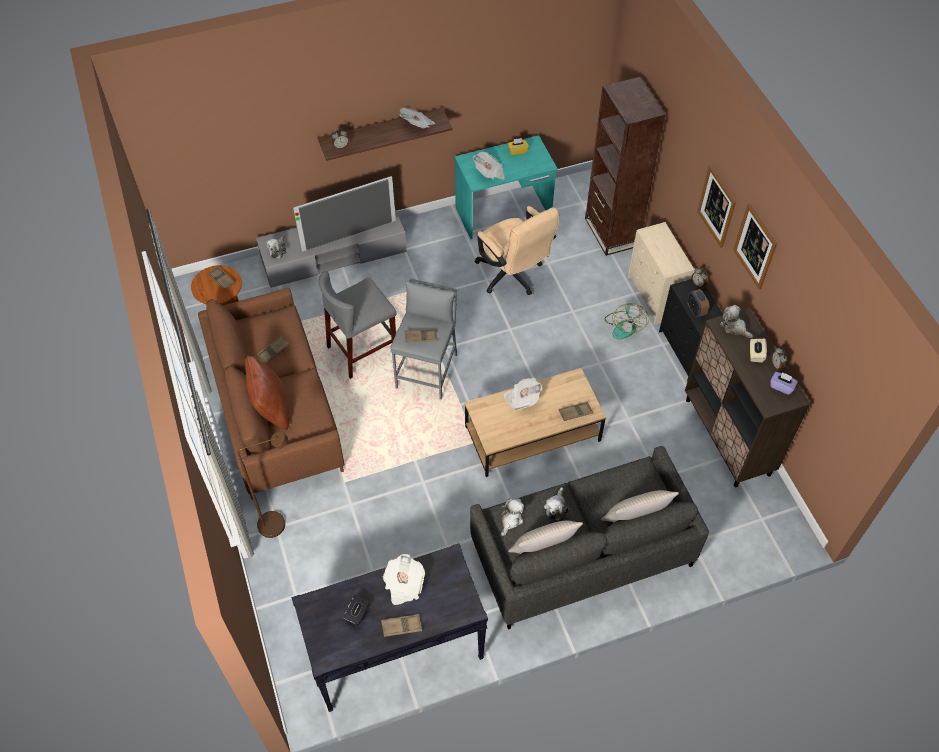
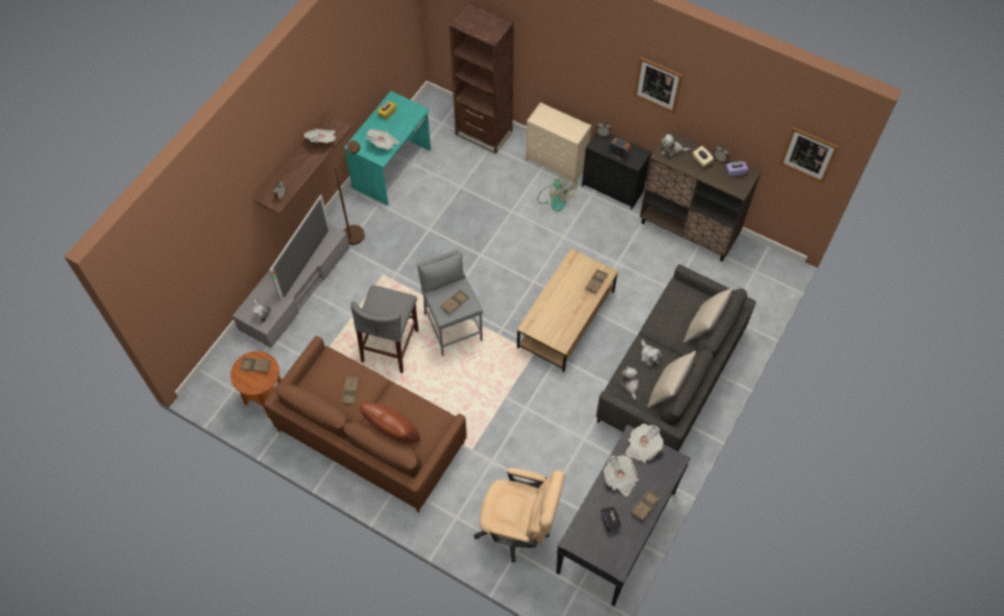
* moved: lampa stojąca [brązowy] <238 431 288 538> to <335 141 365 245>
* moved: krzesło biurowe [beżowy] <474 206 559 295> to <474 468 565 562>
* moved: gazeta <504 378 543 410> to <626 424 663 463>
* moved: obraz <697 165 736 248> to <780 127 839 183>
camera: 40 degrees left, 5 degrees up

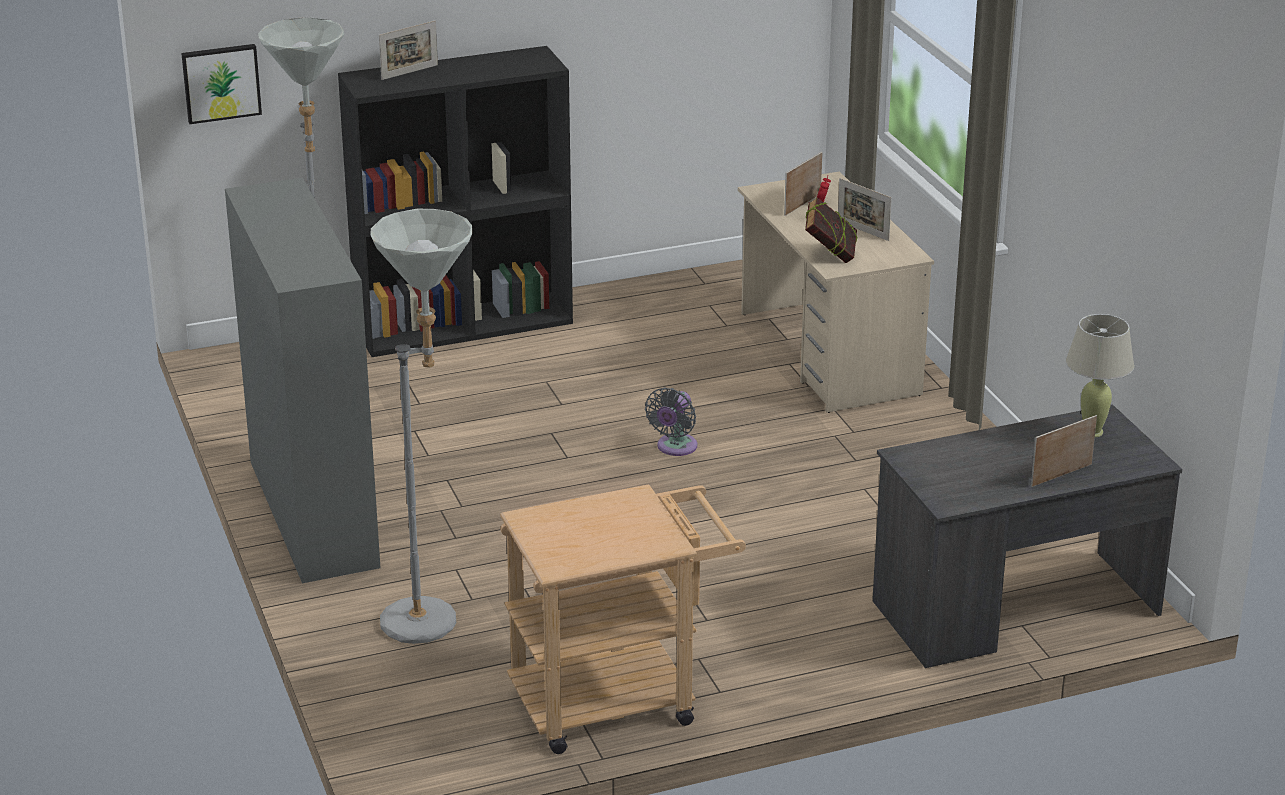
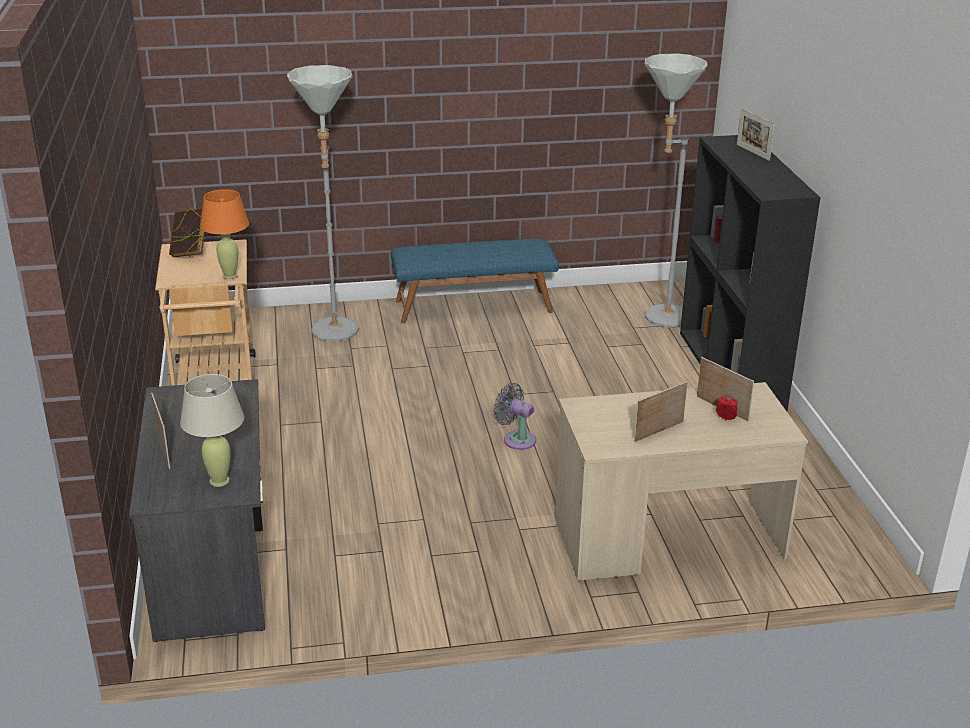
* removed: obraz <181 44 262 124>
* added: lampa stołowa [pomarańczowy] <200 189 249 279>
* moved: książka <805 197 858 263> to <169 208 205 257>
* replaced: regał [szary] <225 178 380 583> to ławka [niebieski] <391 239 559 324>
camera: 100 degrees right, 0 degrees up

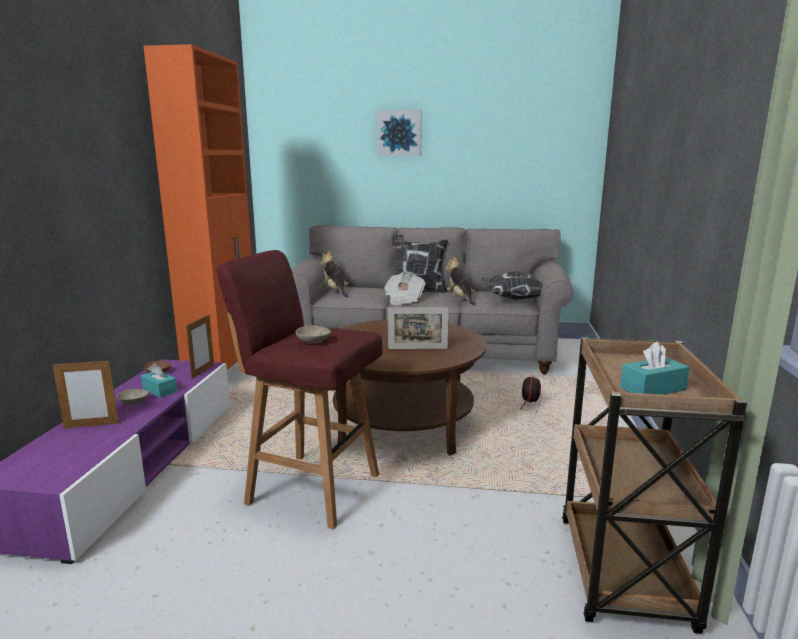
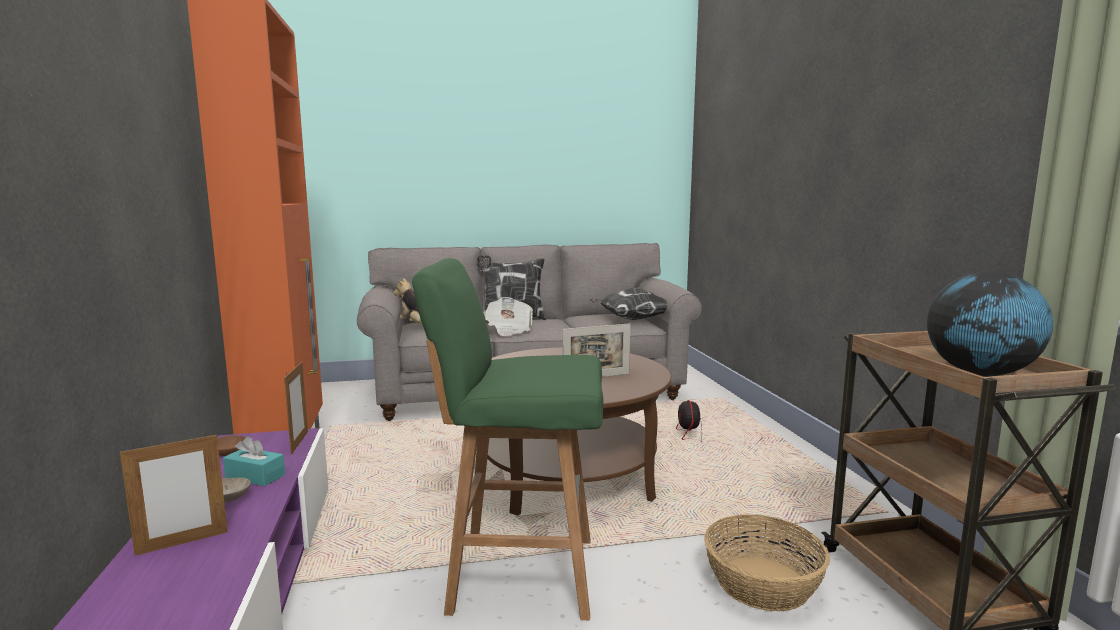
* removed: miska [beżowy] <295 326 331 343>
* removed: obraz <378 110 422 156>
* removed: pluszak <445 257 476 306>
* added: koszyk <704 515 830 611>
* replaced: pudełko chusteczek [turkusowy] <620 342 690 395> to globus <927 271 1053 377>
* recoloured: stołek [czerwony] <216 250 383 529> to stołek [zielony] <412 258 603 620>
camera: 20 degrees left, 5 degrees down

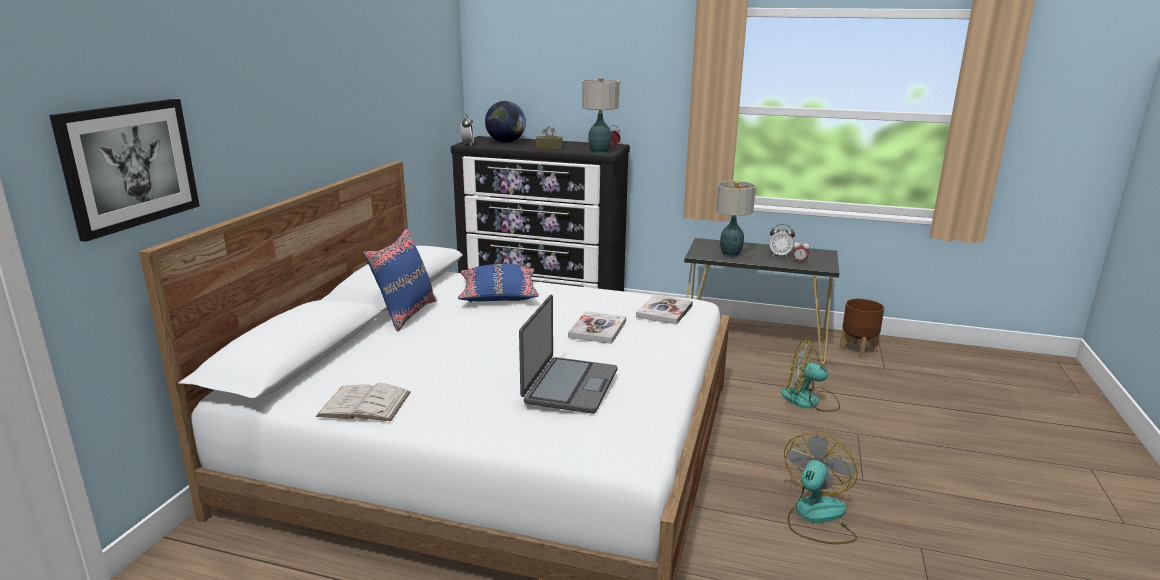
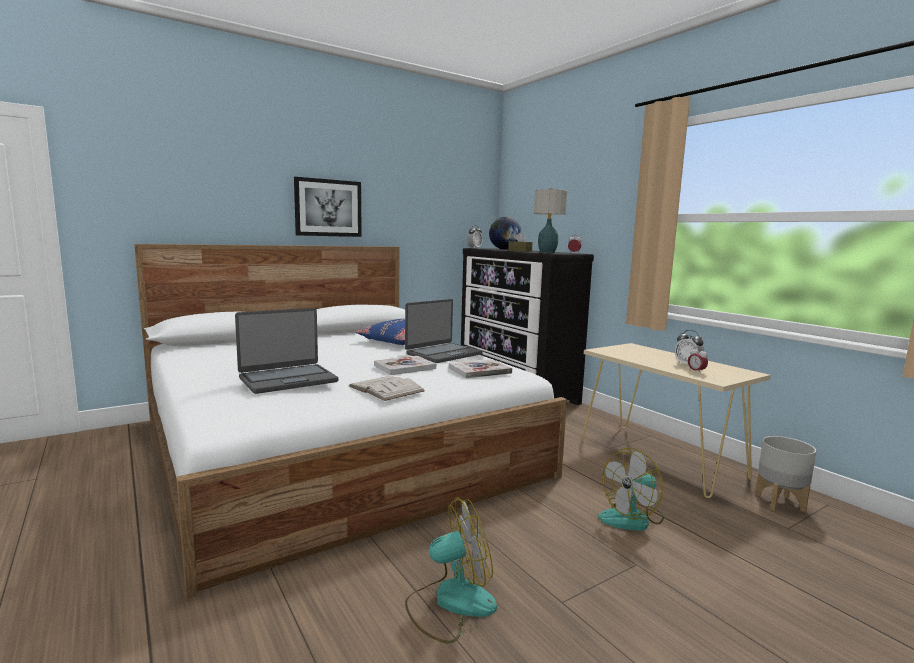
* removed: poduszka [niebieski] <363 228 437 332>
* removed: lampa stołowa <716 181 756 257>
* added: laptop <405 299 483 363>
* moved: obraz <49 99 199 242> to <294 177 362 237>
* moved: książka [biały] <316 383 411 421> to <349 376 425 401>
* recoloured: stolik konsolowy [czarny] <684 238 840 365> to stolik konsolowy [beżowy] <581 343 771 498>
* recoloured: donica [brązowy] <839 298 884 358> to donica [szary] <755 436 816 512>
* turned: wentylator <781 340 840 412> = <598 448 664 531> 90 degrees counterclockwise
camera: 40 degrees right, 10 degrees down

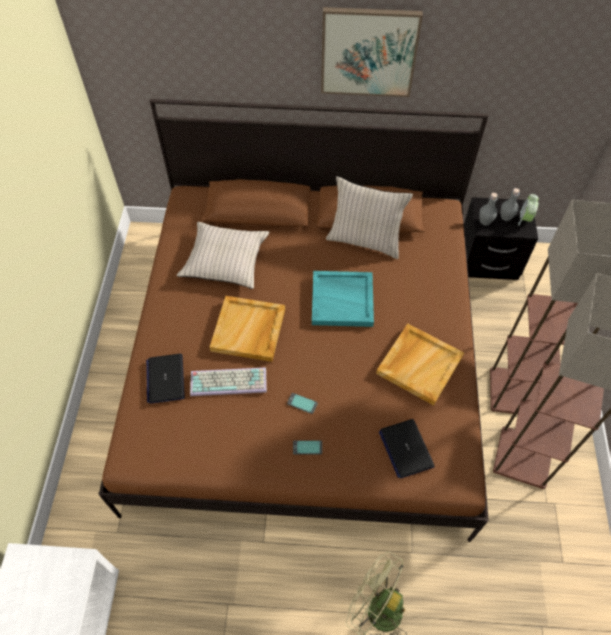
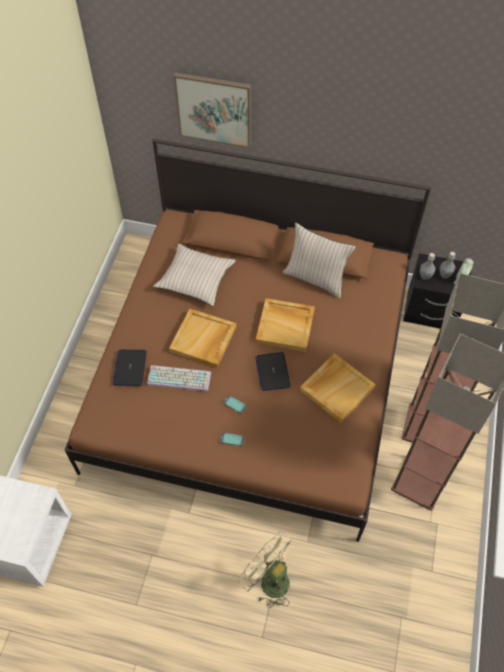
* moved: obraz <321 7 423 97> to <174 72 251 148>
* moved: laptop <379 419 435 478> to <255 352 291 391>
* recoloured: taca [turkusowy] <312 271 374 327> to taca [beżowy] <256 298 315 352>
camera: 10 degrees right, 0 degrees up

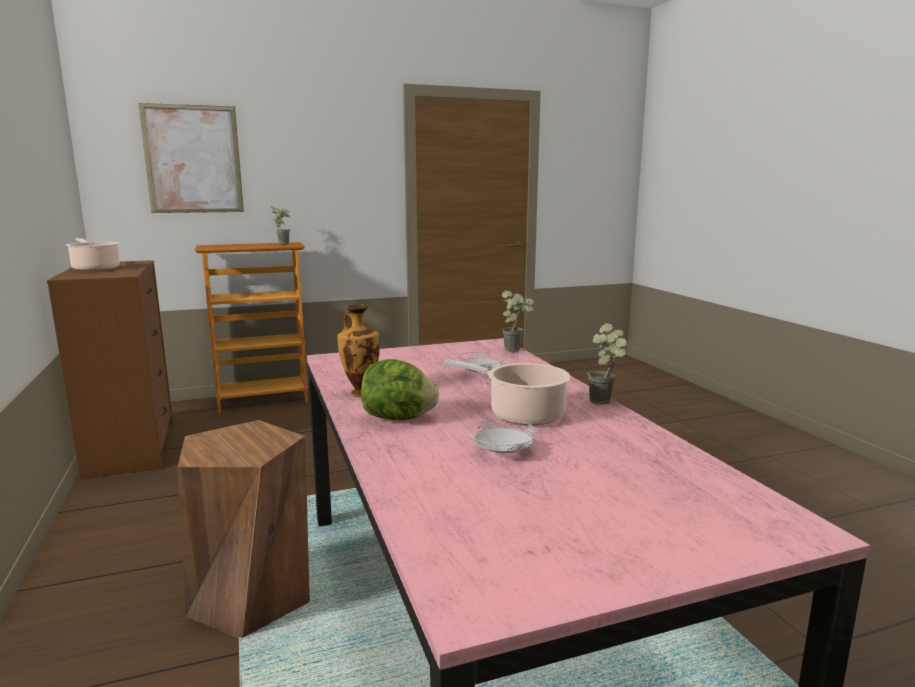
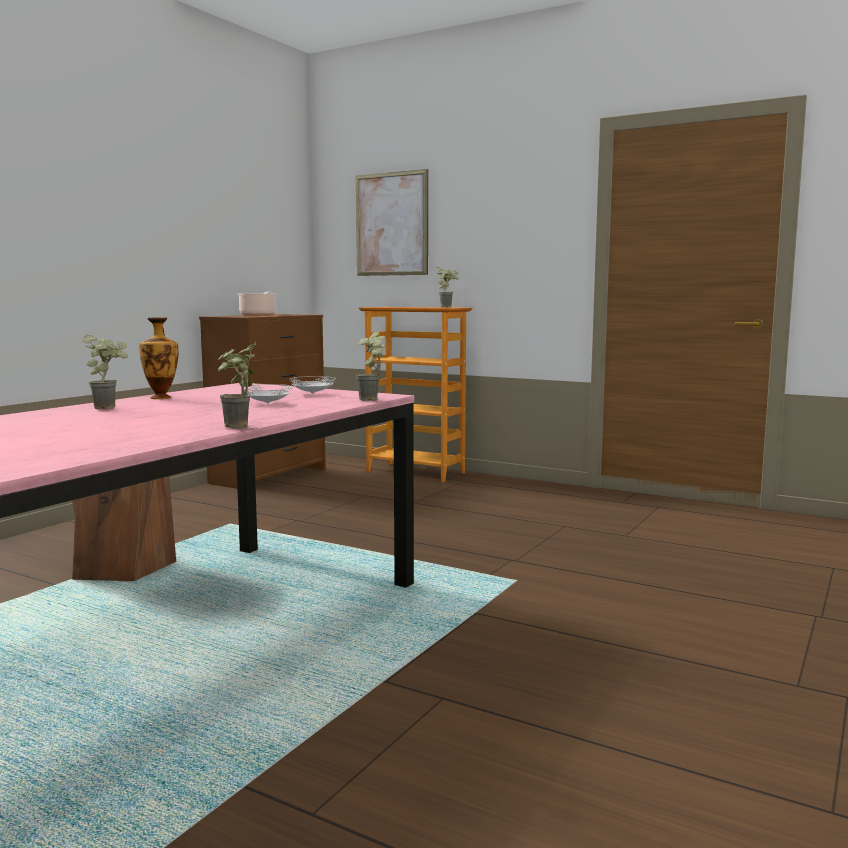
* removed: garnek <444 359 571 426>
* moved: talerz [biały] <469 419 538 453> to <289 376 336 394>
* replaced: sałata <361 359 439 420> to roślina doniczkowa <83 335 128 410>
camera: 50 degrees right, 5 degrees down

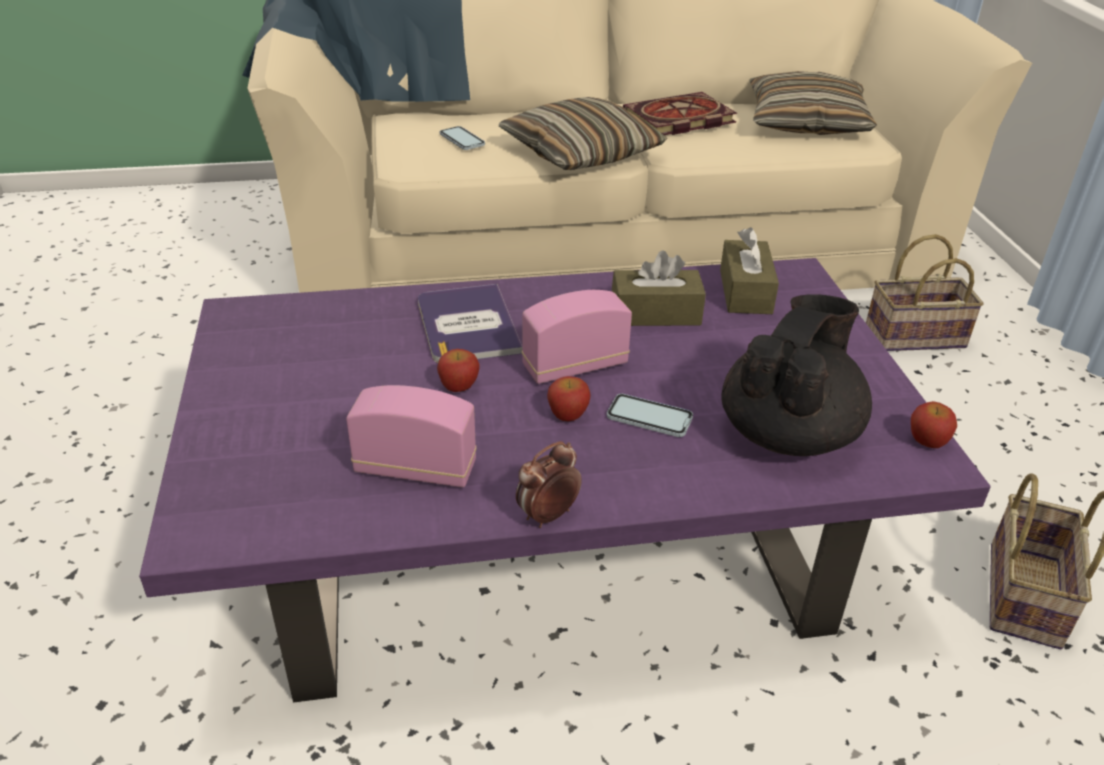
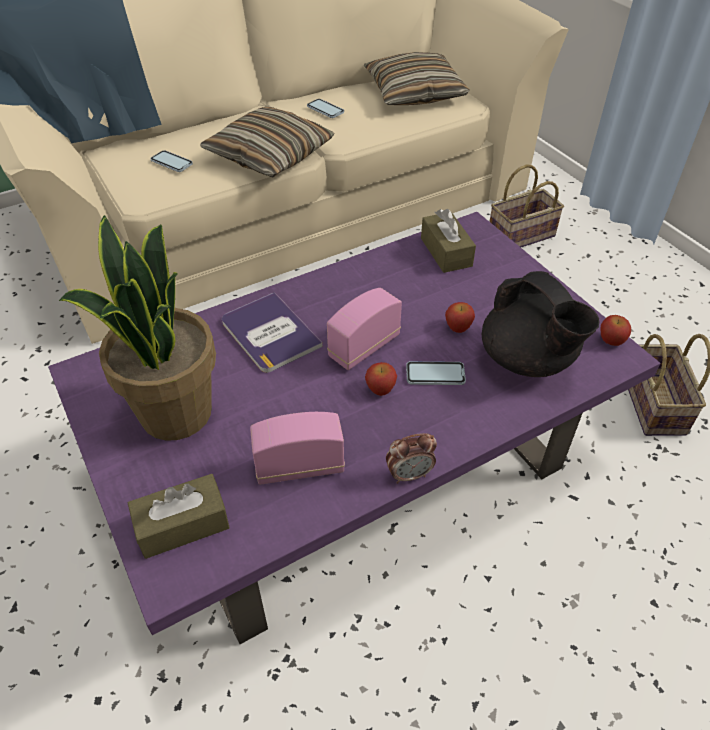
* added: roślina doniczkowa <59 215 216 441>
* moved: jabłko <437 349 480 392> to <445 302 475 333>
* moved: pudełko chusteczek [brązowy] <612 250 706 326> to <128 474 230 559>
* replaced: książka <623 92 737 135> to telefon <307 99 344 118>
* turned: budzik <516 441 582 528> = <386 433 437 484> 135 degrees counterclockwise
* turned: imbryk [czarny] <721 294 872 456> = <482 271 600 377> 135 degrees clockwise
camera: 20 degrees left, 10 degrees up

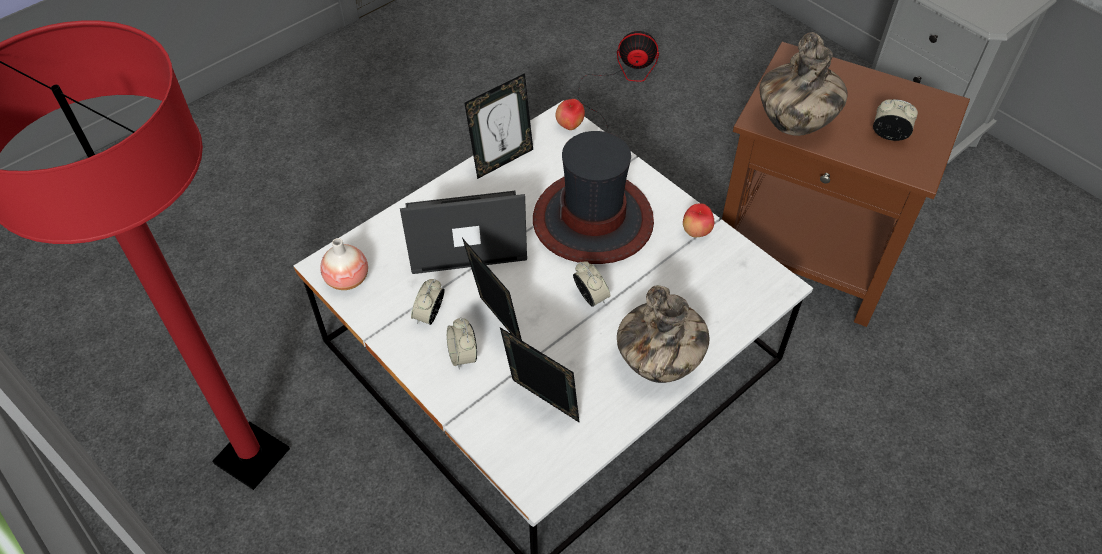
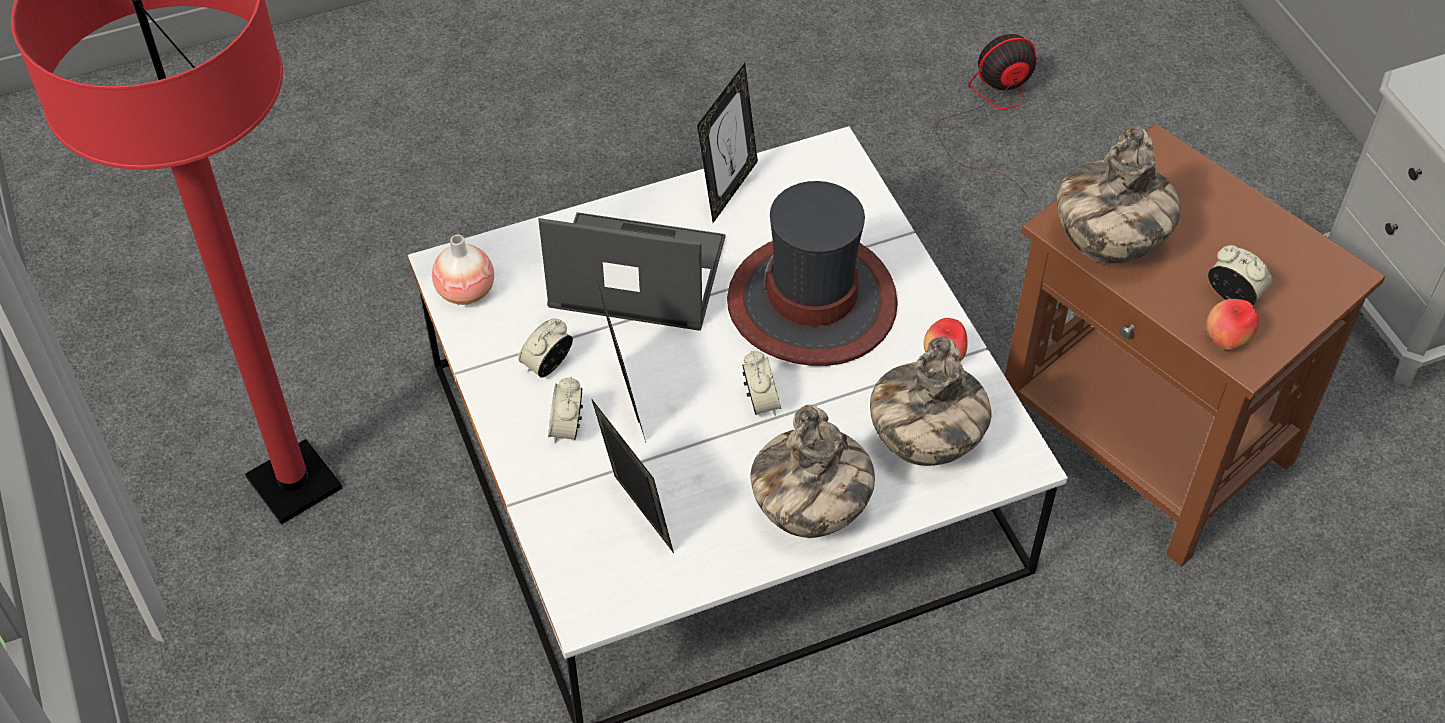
* added: wazon <870 336 991 466>
* moved: jabłko <555 99 585 130> to <1207 299 1259 350>
* turned: ramka na zdjęcie <464 73 533 179> = <697 63 758 223> 45 degrees counterclockwise
* turned: wentylator <578 31 659 128> = <936 34 1038 199> 45 degrees counterclockwise
camera: 20 degrees right, 0 degrees up

